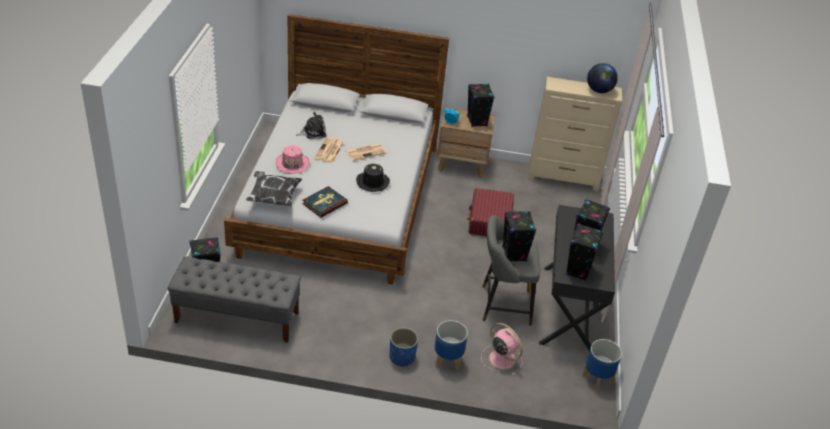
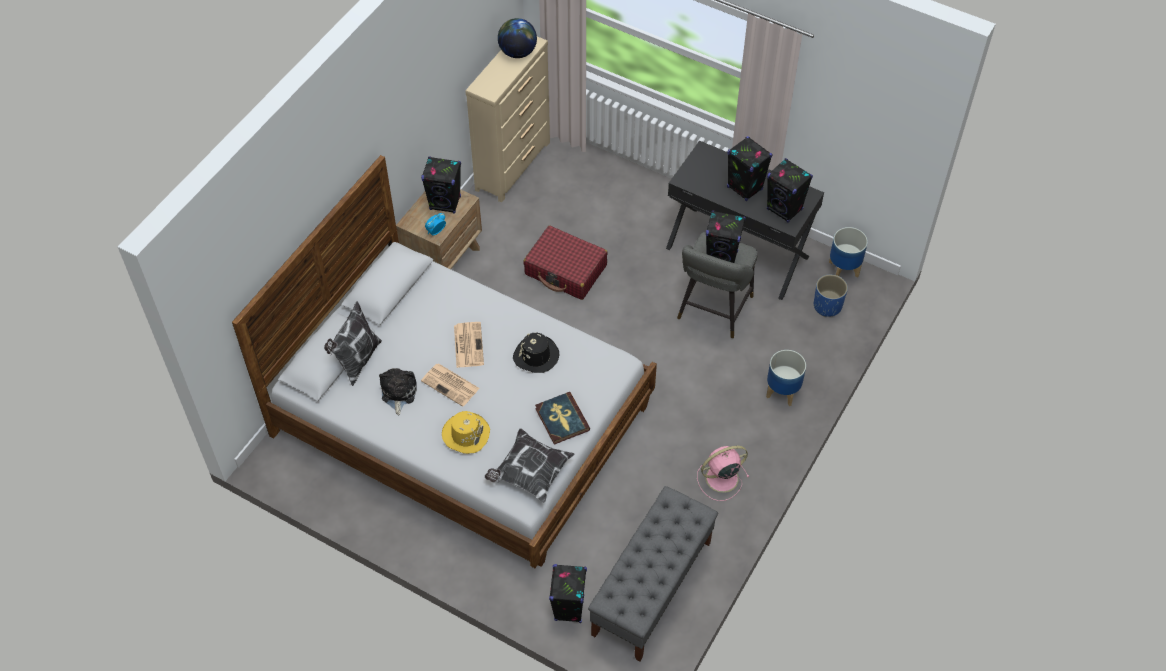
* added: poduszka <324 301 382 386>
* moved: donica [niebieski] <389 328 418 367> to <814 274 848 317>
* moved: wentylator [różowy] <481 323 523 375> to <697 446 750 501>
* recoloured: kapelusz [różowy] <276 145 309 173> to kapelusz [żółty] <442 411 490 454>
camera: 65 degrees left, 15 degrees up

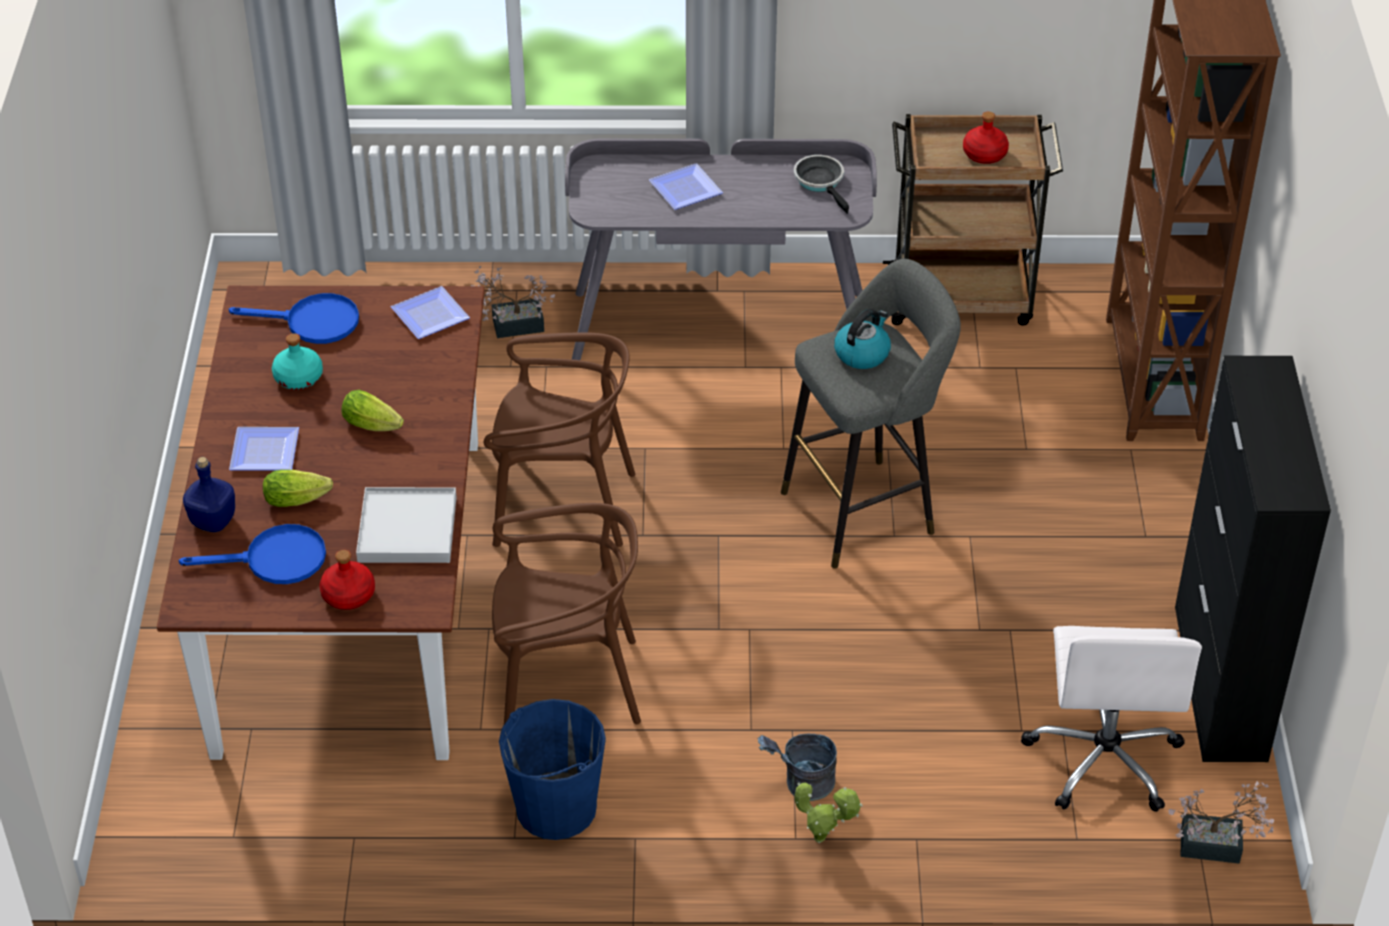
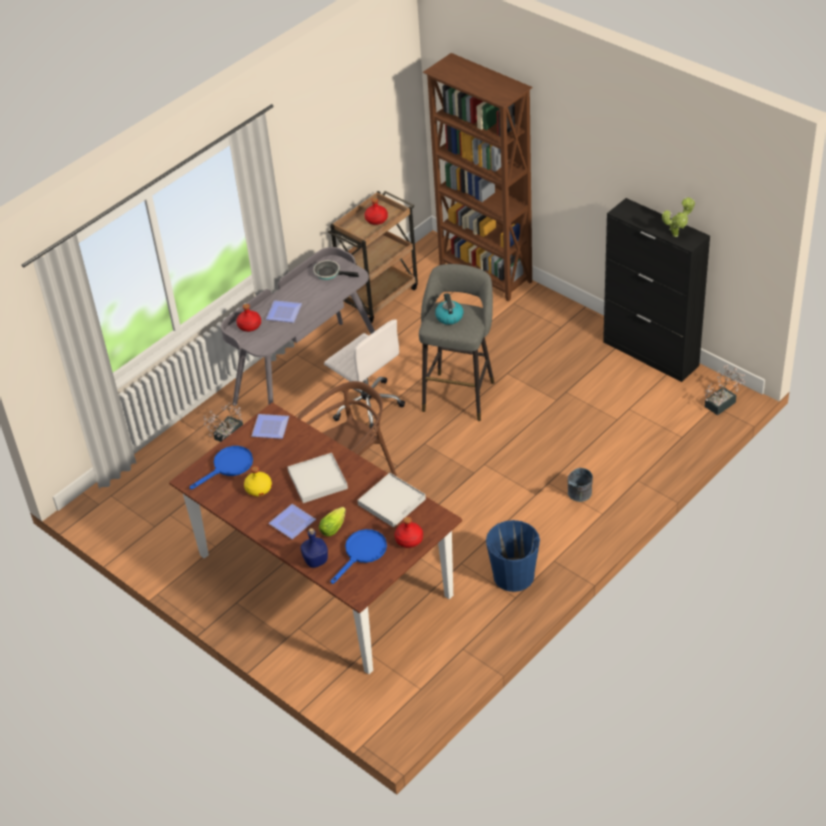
* removed: krzesło [brązowy] <492 503 641 724>
* added: butelka [czerwony] <236 304 261 332>
* moved: roślina doniczkowa <795 782 862 844> to <662 197 695 237>
* moved: krzesło biurowe [biały] <1021 626 1202 812> to <324 319 405 430>
* replaced: sałata <341 390 404 431> to taca [biały] <287 453 348 503>
* recoloured: butelka [turkusowy] <272 333 323 390> to butelka [żółty] <244 466 272 496>
camera: 45 degrees left, 0 degrees up

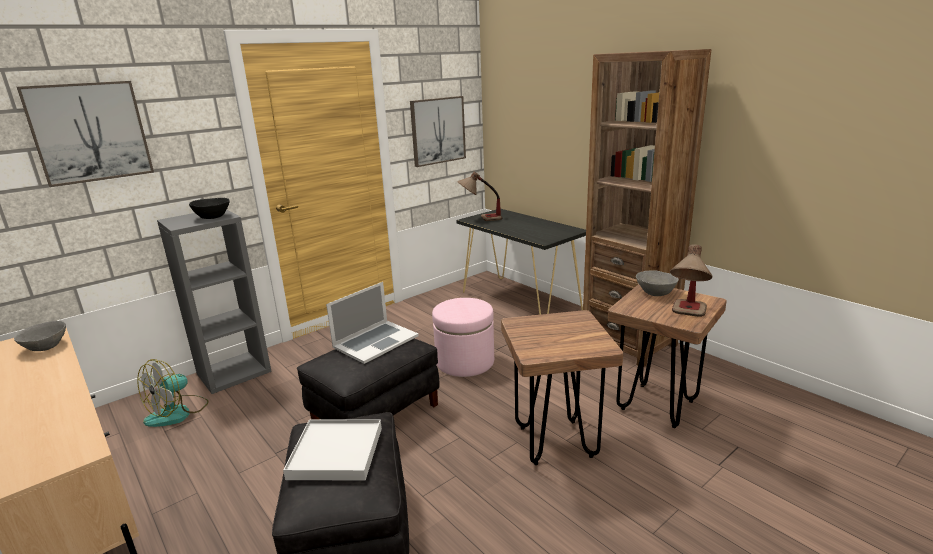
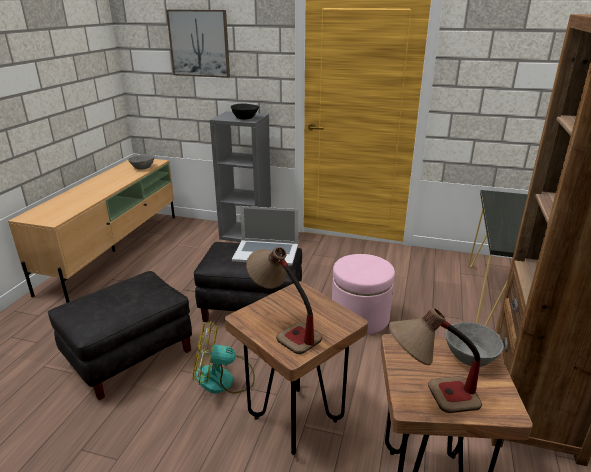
* removed: taca [biały] <283 419 382 481>
* removed: obraz <410 96 466 167>
* moved: wentylator <137 359 209 427> to <193 321 255 394>
* moved: lampa stołowa <457 172 502 221> to <246 247 322 354>
camera: 55 degrees right, 5 degrees up

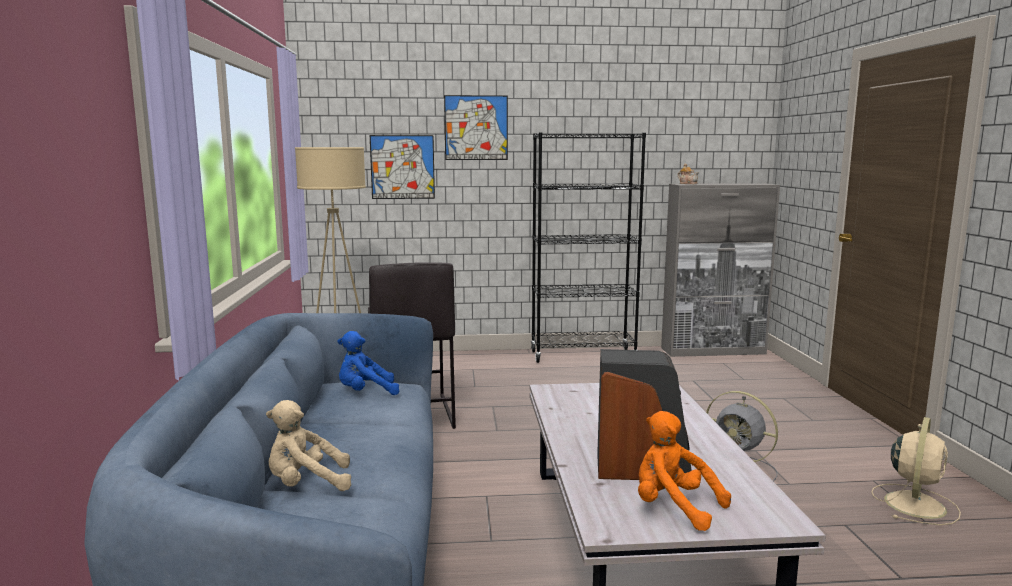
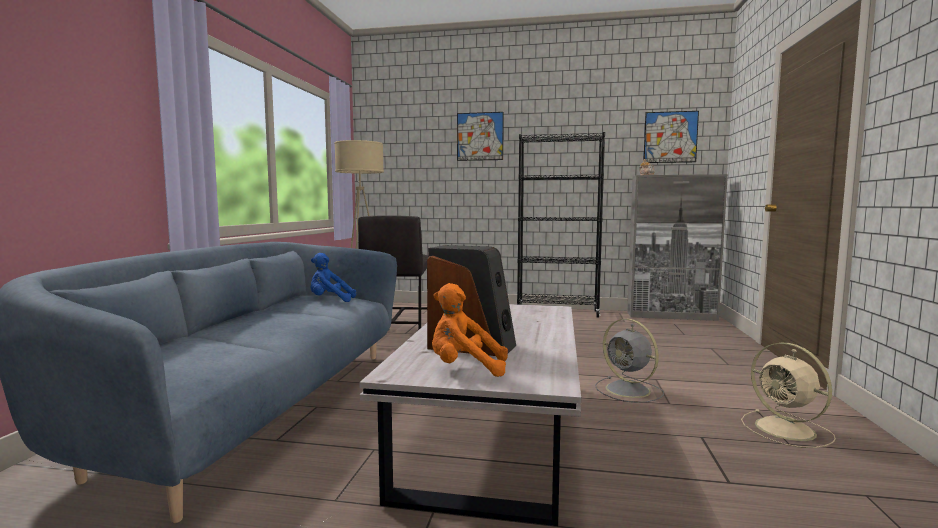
* removed: pluszak [beżowy] <266 400 351 491>
* moved: obraz <370 135 435 199> to <644 111 699 163>
* turned: pluszak [pomarańczowy] <638 411 731 531> = <432 283 508 377> 45 degrees counterclockwise
* turned: wentylator [beżowy] <871 417 961 525> = <741 343 836 448> 105 degrees clockwise
camera: 15 degrees right, 5 degrees down

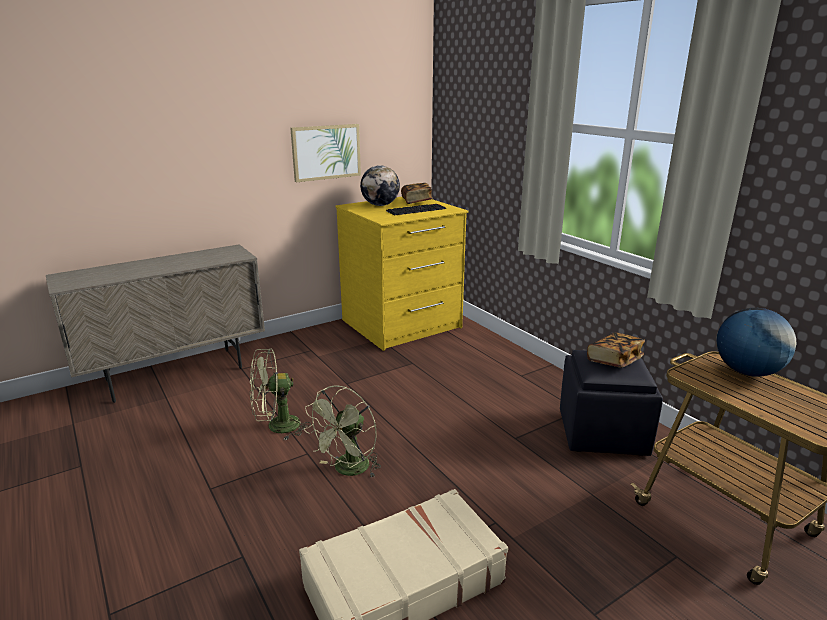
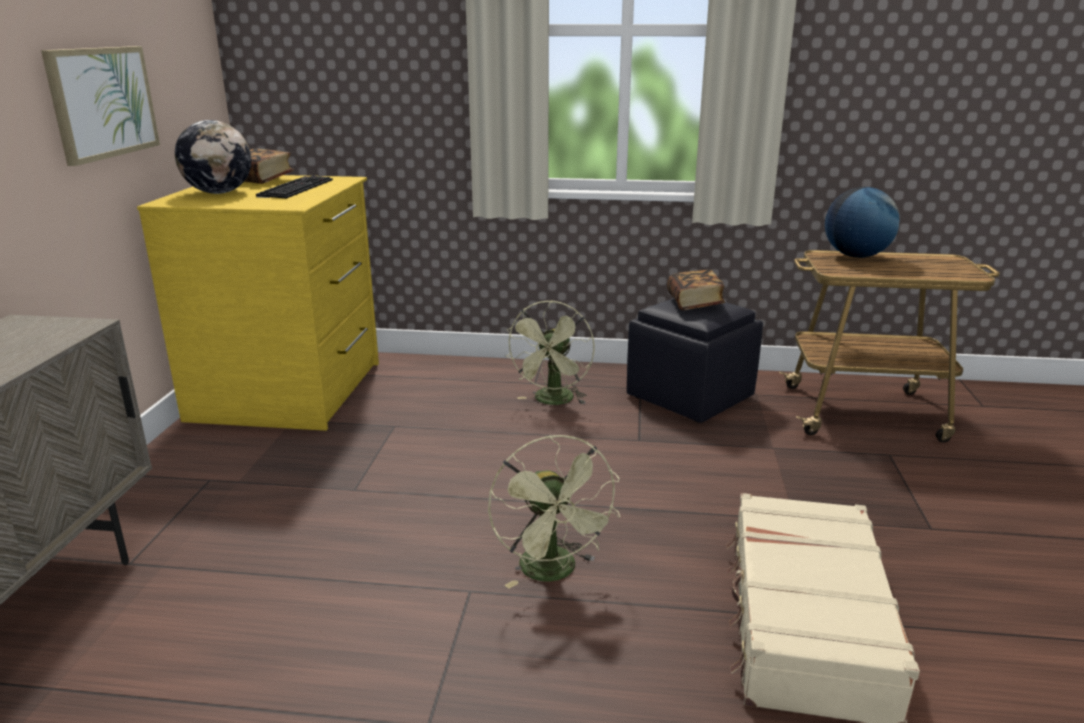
* moved: wentylator [zielony] <250 348 311 440> to <505 300 595 405>
camera: 50 degrees left, 0 degrees up

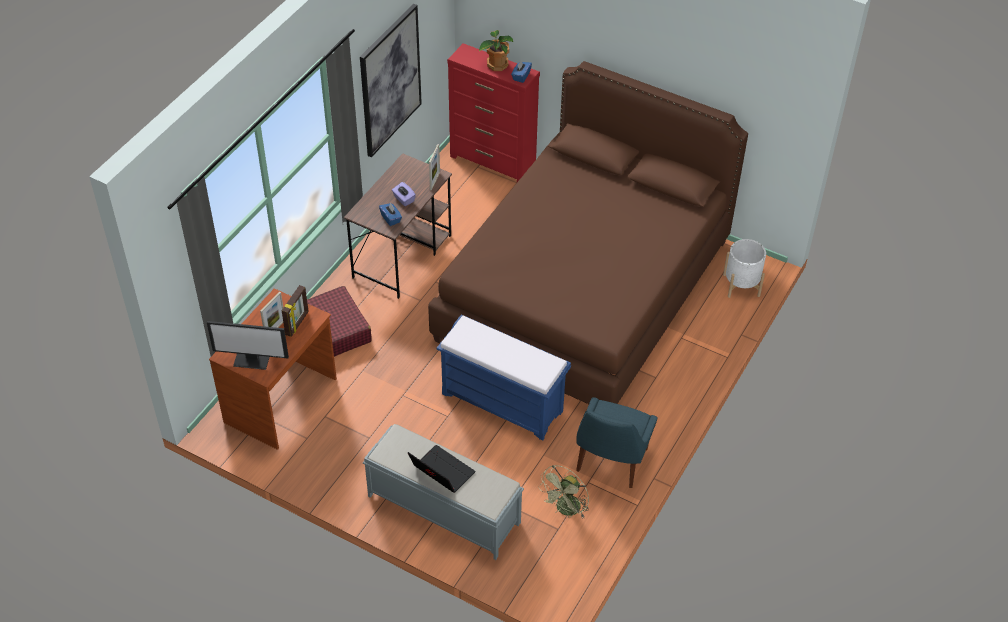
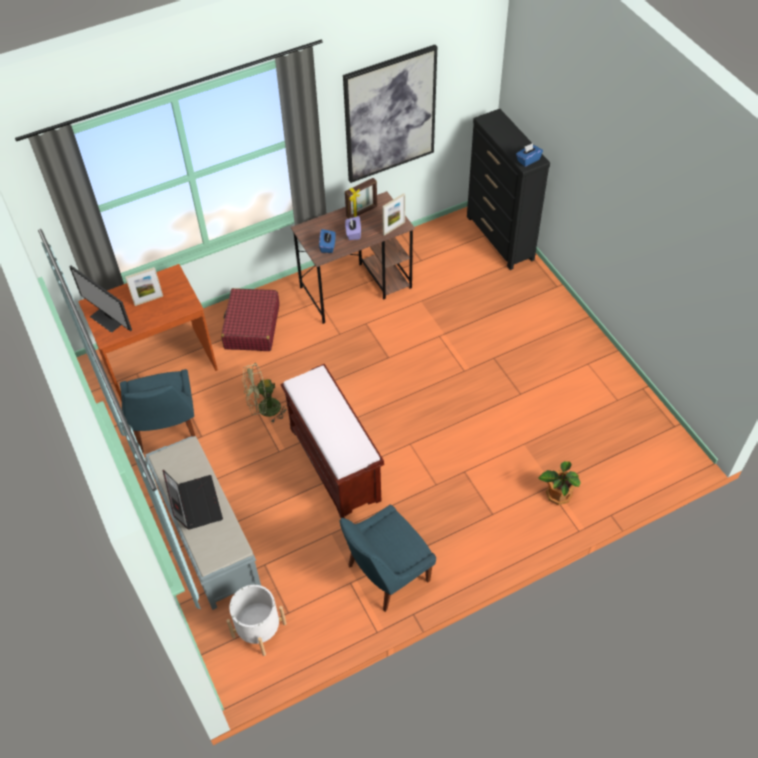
* removed: łóżko [brązowy] <428 61 748 404>
* added: krzesło [niebieski] <120 369 195 453>
* moved: ramka na zdjęcie <282 285 309 337> to <345 178 377 219>
* moved: roślina doniczkowa <479 30 513 71> to <538 461 581 505>
* moved: wentylator [zielony] <538 465 589 519> to <242 363 288 423>
* moved: donica [biały] <723 239 766 298> to <227 585 286 656>
* recoloured: ławka [niebieski] <437 315 571 441> to ławka [brązowy] <281 364 384 518>
* recoloured: komoda [czerwony] <447 43 540 182> to komoda [czarny] <467 109 550 270>
camera: 35 degrees right, 5 degrees up

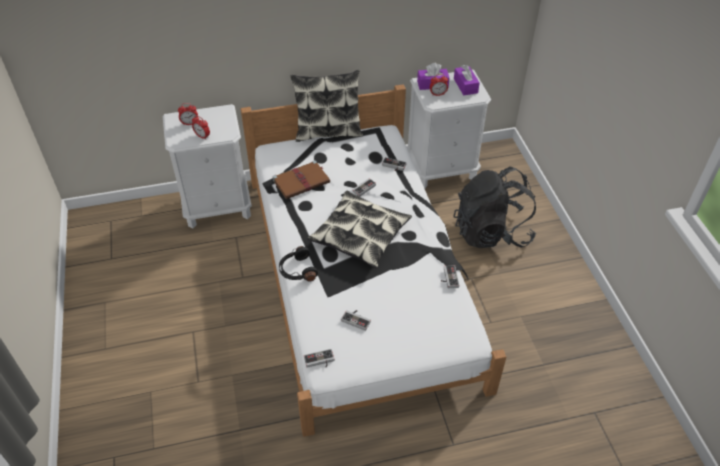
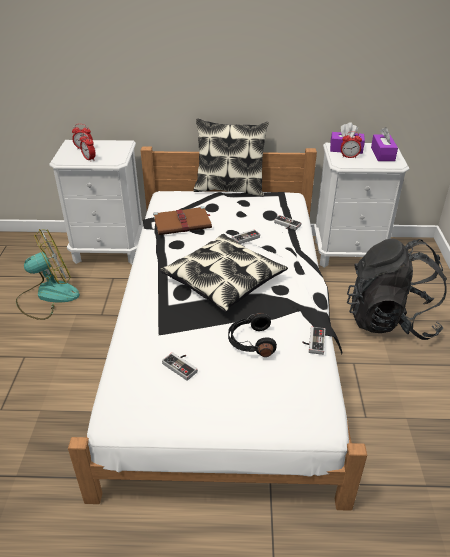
* removed: pad do gier <304 349 334 368>
* added: wentylator <16 229 80 320>
* moved: słuchawki [czarny] <279 246 318 282> to <228 313 277 357>
camera: 15 degrees right, 10 degrees down

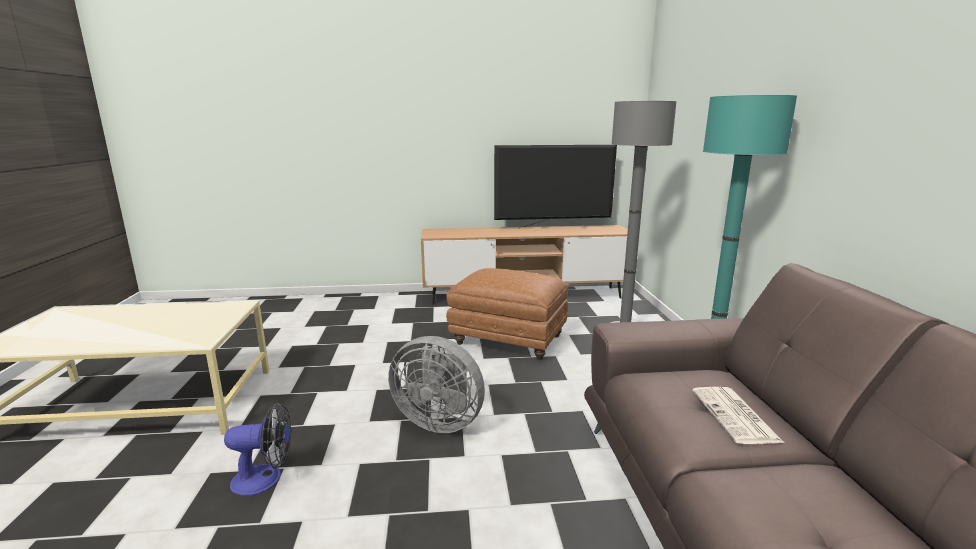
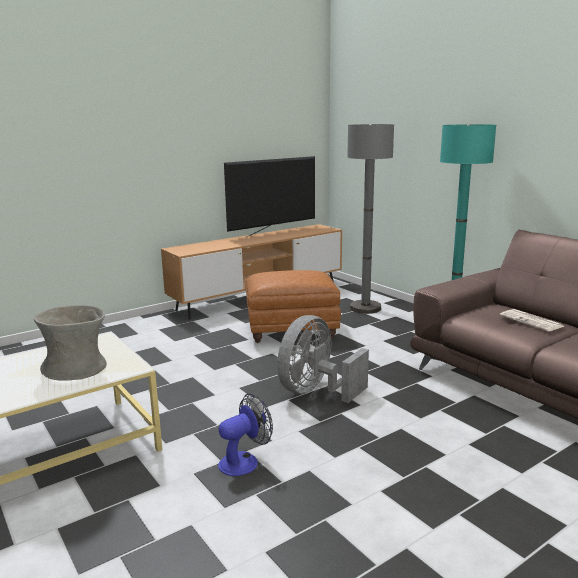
* added: wazon [szary] <33 305 107 381>
* turned: wentylator [szary] <388 336 485 433> = <277 315 369 403> 135 degrees clockwise
camera: 30 degrees left, 0 degrees up

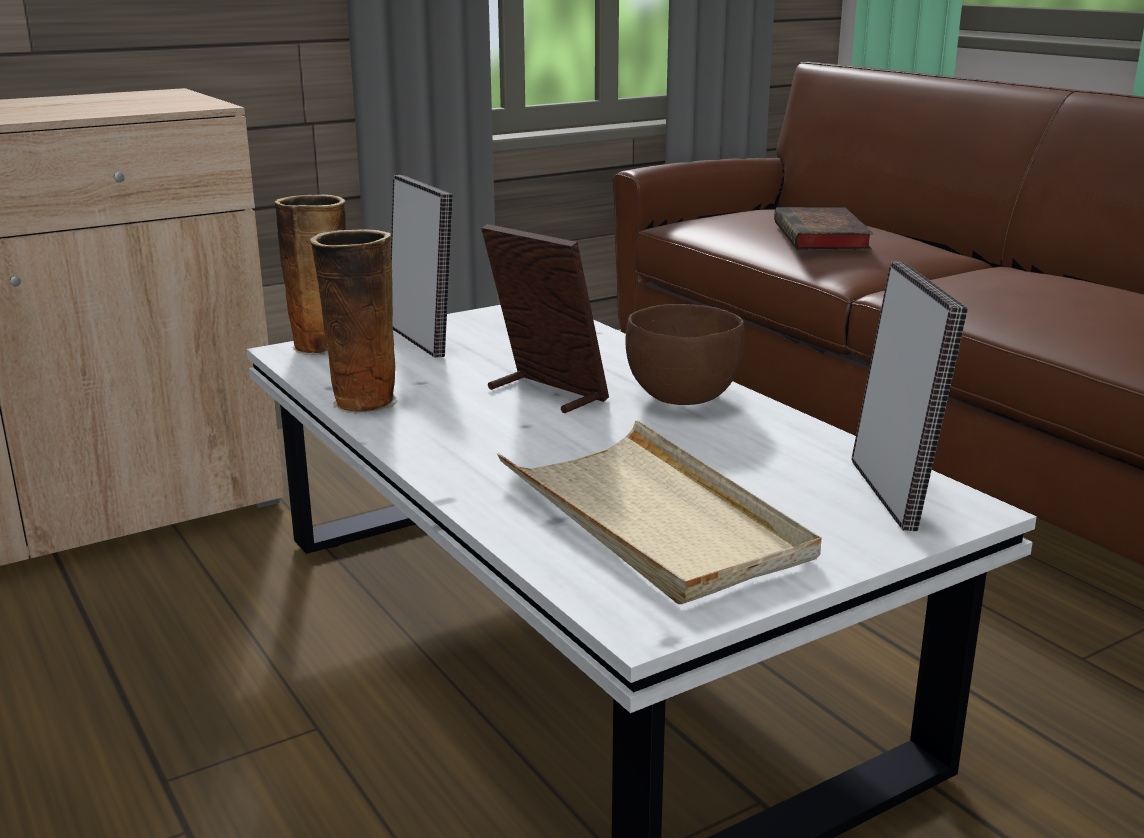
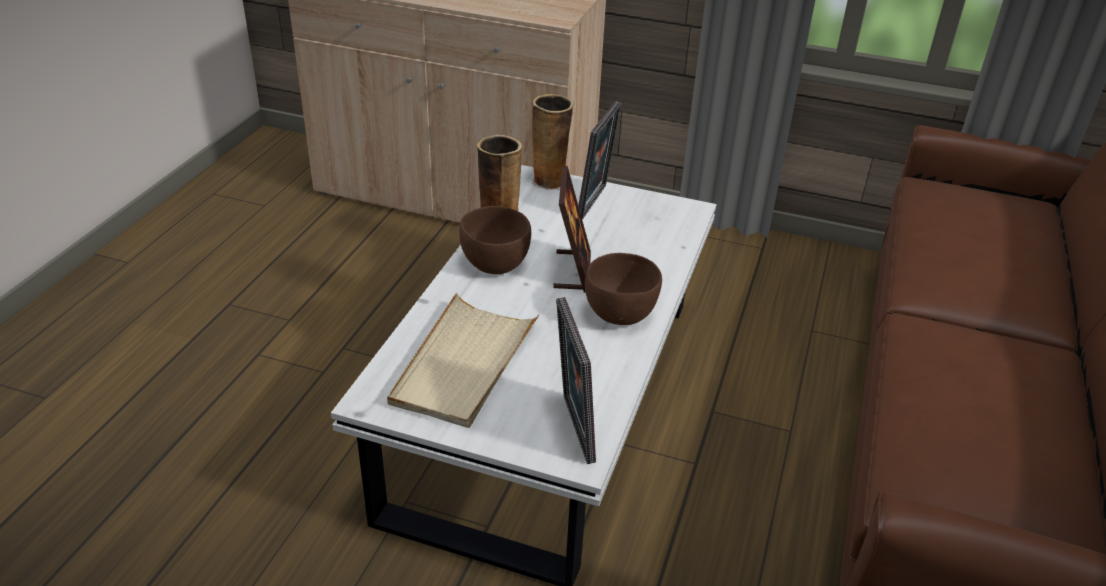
* removed: książka <774 207 873 250>
* added: miska [brązowy] <459 206 531 274>
* turned: ramka na zdjęcie <851 261 968 531> = <556 297 596 464> 120 degrees clockwise
camera: 50 degrees right, 15 degrees up

